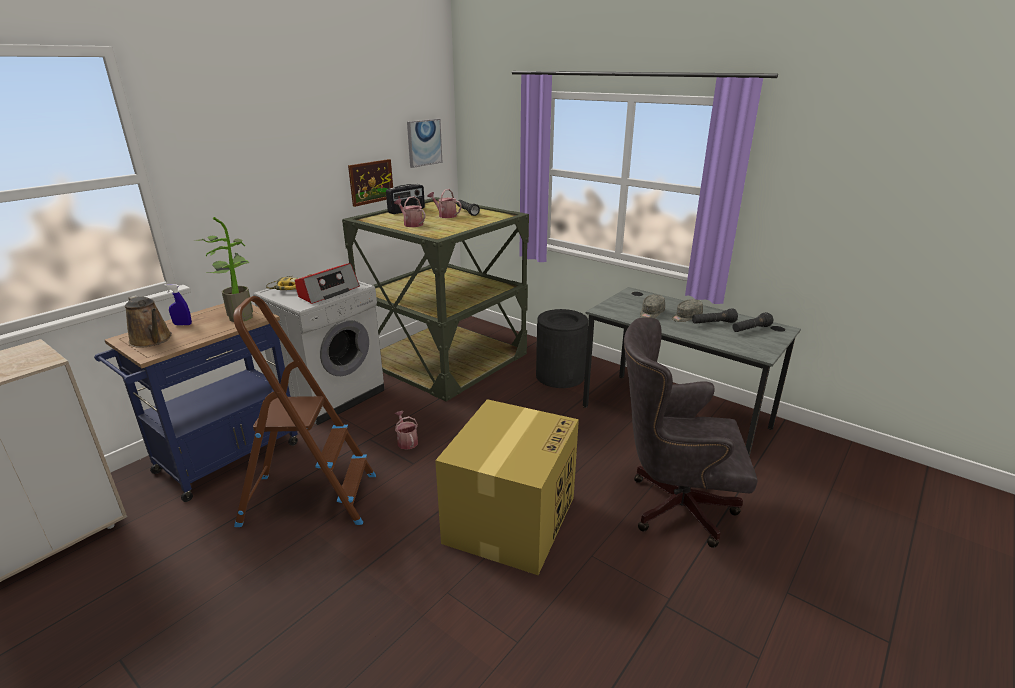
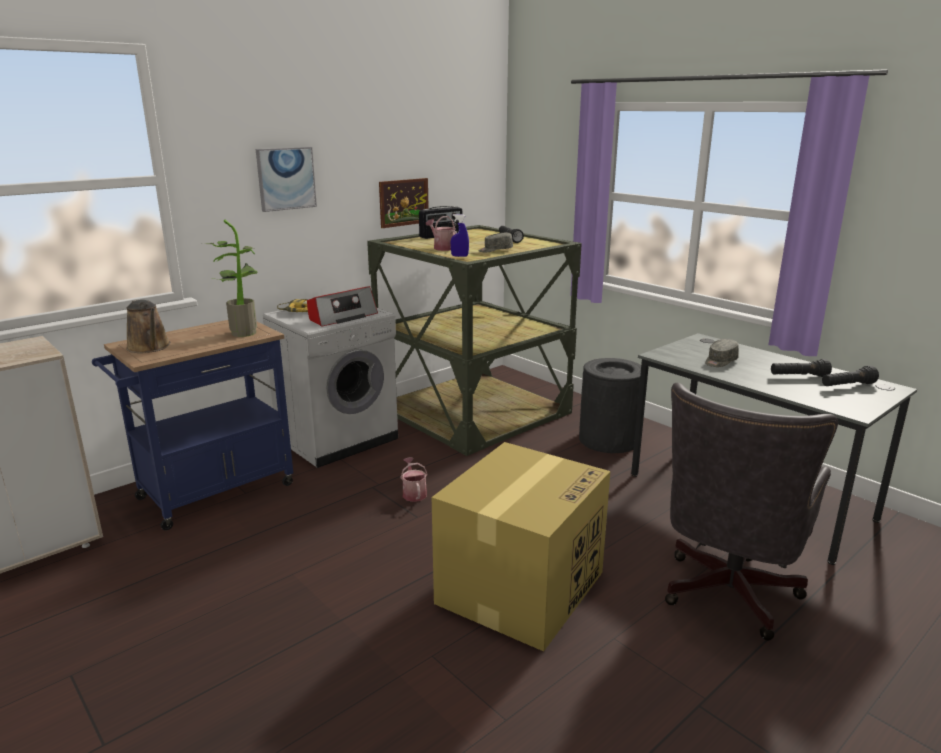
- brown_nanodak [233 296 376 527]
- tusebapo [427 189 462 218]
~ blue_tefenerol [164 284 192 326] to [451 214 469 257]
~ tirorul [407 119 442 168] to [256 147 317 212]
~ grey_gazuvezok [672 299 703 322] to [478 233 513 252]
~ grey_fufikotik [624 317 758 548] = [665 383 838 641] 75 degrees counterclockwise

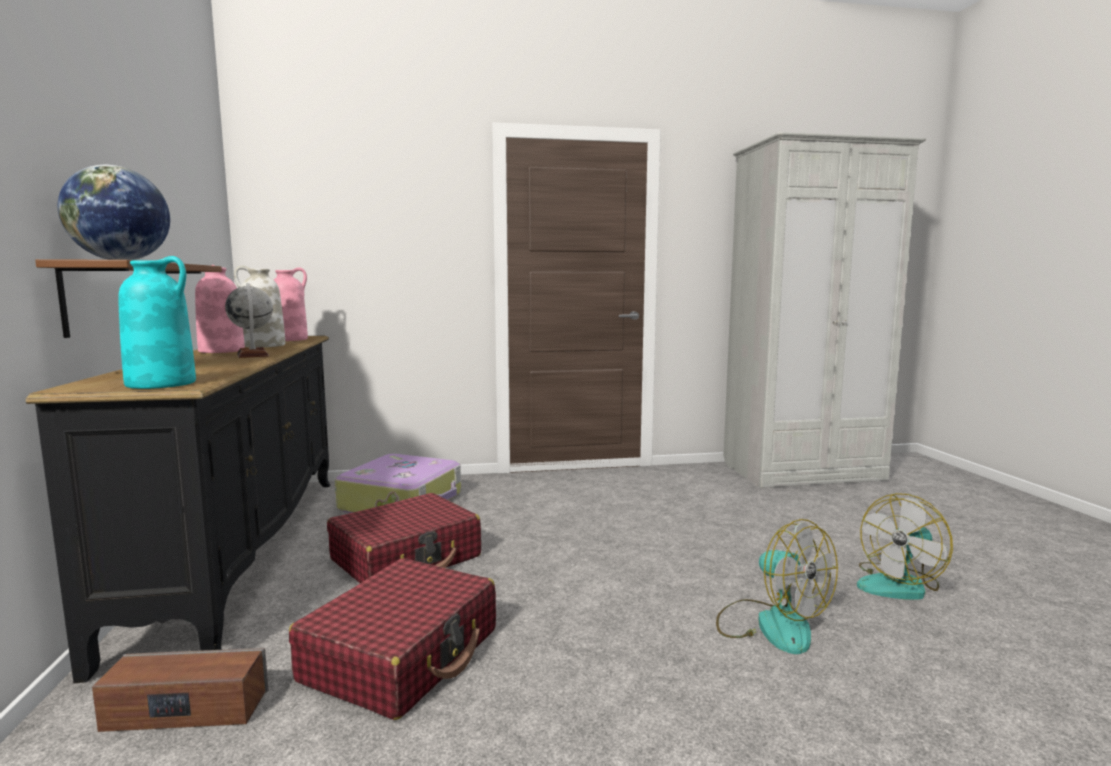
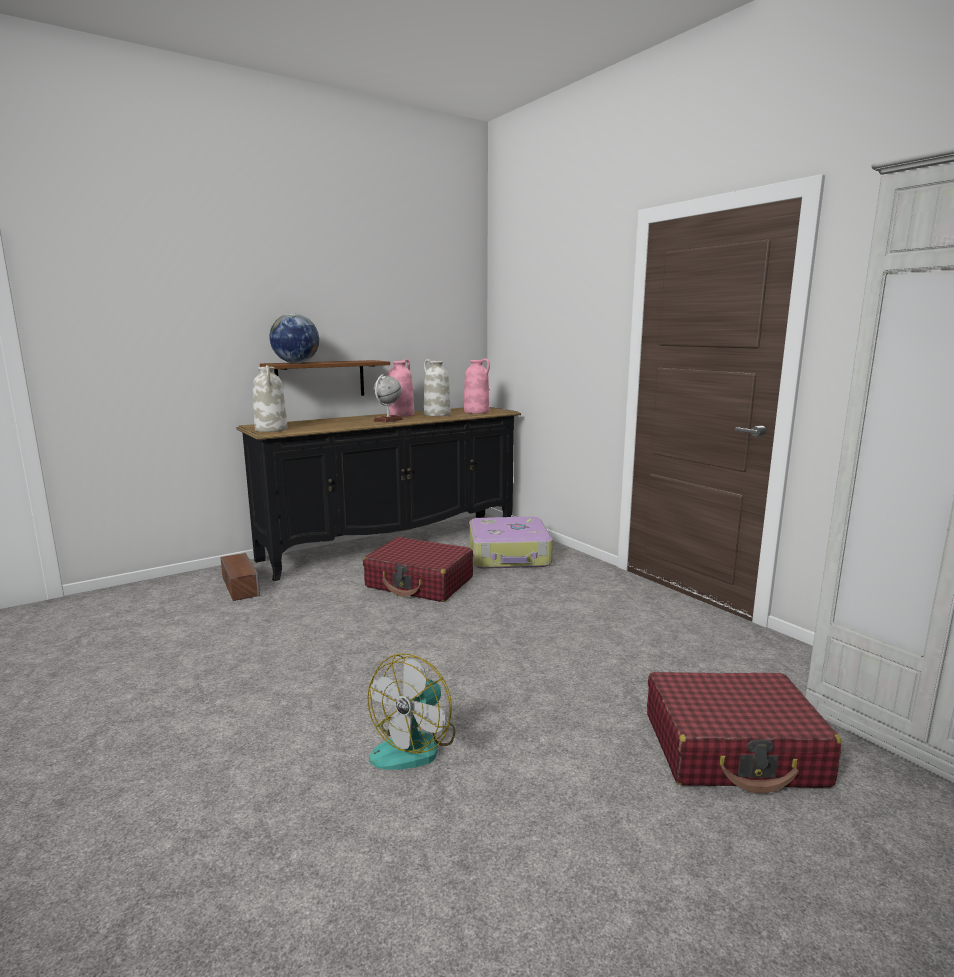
- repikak [857 493 953 600]
~ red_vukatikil [289 558 496 720] to [647 672 842 793]
~ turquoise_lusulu [118 256 196 389] to white_lusulu [253 365 287 432]

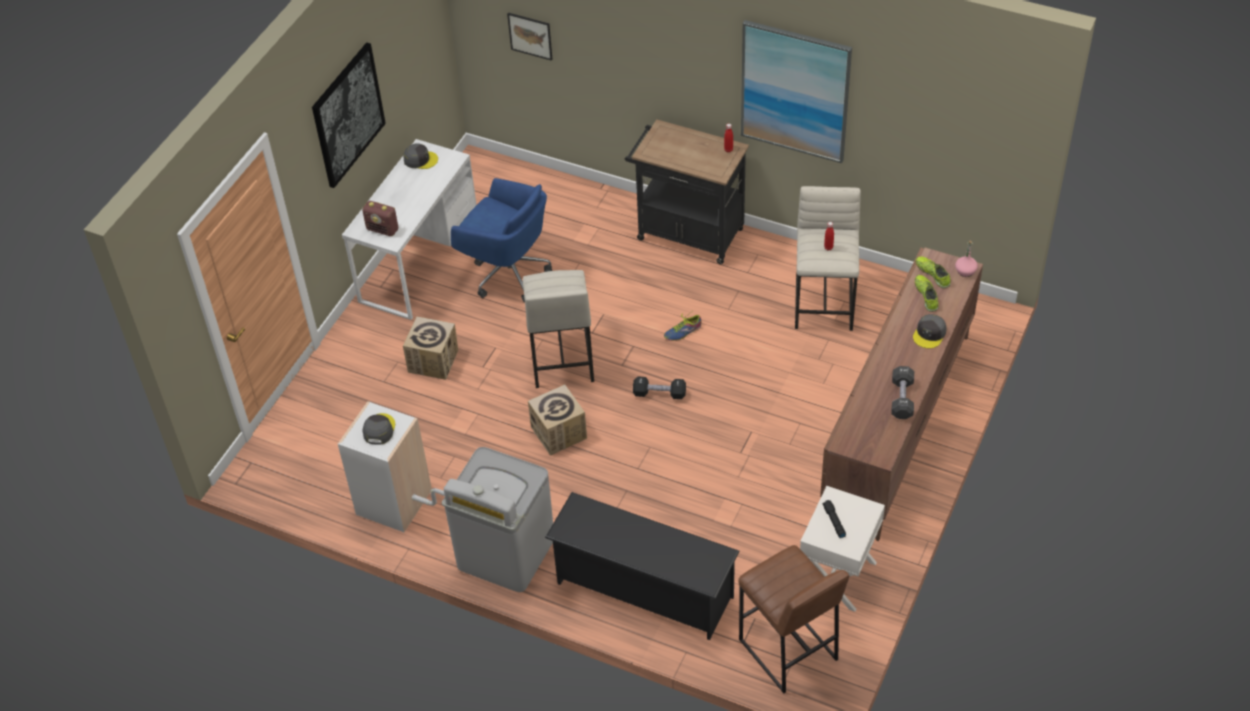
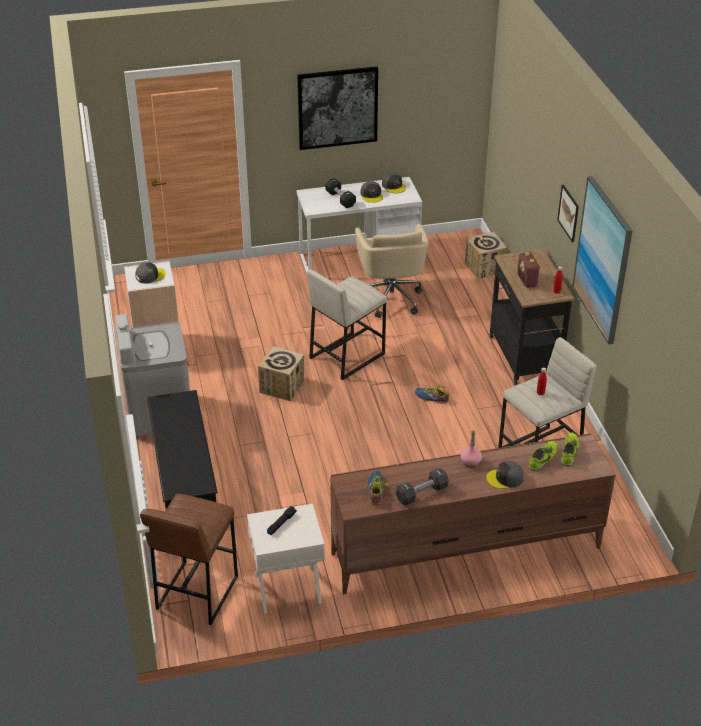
+ grey_gazuvezok [361 181 383 203]
+ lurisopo [367 471 389 505]
~ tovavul [362 201 398 236] to [517 252 541 288]
~ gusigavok [403 317 458 380] to [465 232 508 279]
~ tirorul [507 13 552 61] to [557 185 579 242]
~ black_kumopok [633 376 686 399] to [325 178 356 208]
~ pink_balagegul [955 240 978 277] to [460 430 482 467]
~ blue_fufikotik [451 178 552 303] to beige_fufikotik [355 223 429 318]

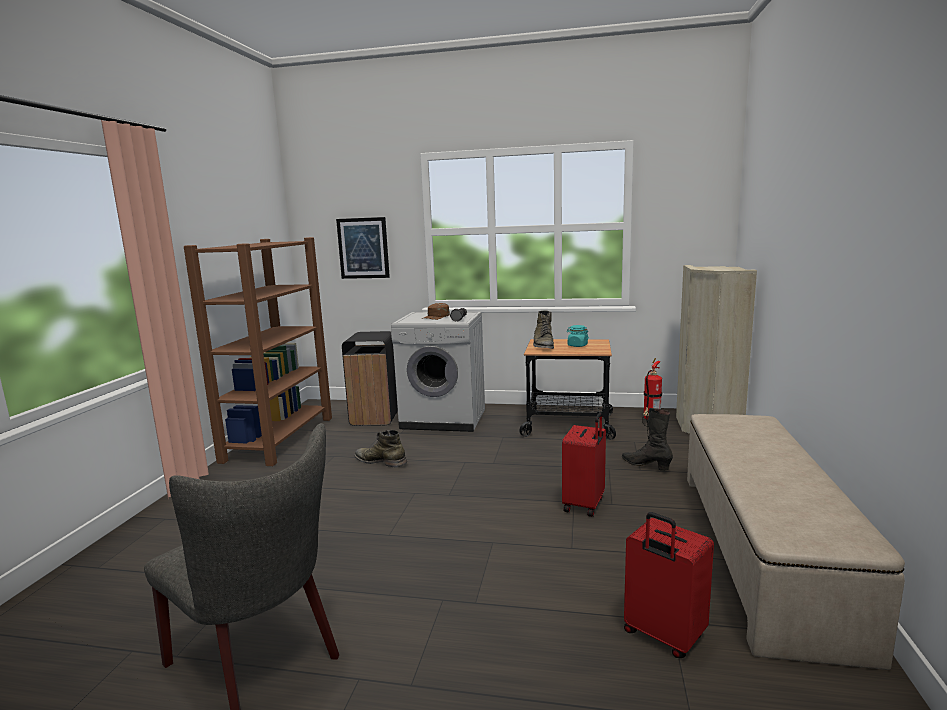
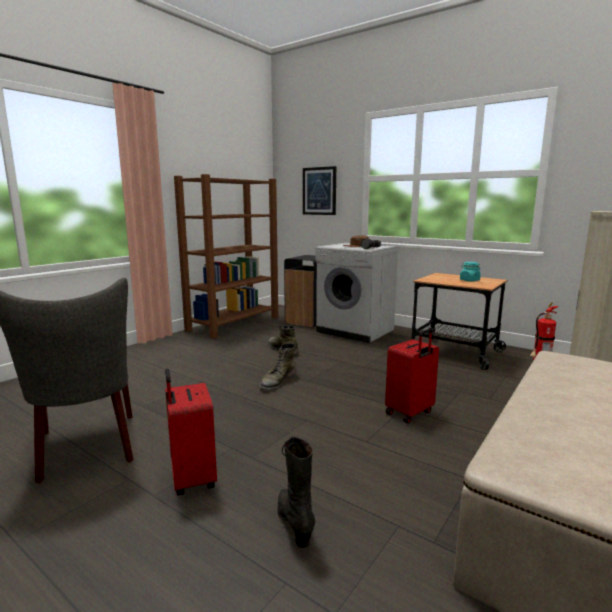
~ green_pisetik [533 310 554 349] to [259 343 295 390]
~ black_pisetik [622 408 673 471] to [278 436 315 548]
~ red_vukatikil [624 512 714 658] to [165 369 217 495]

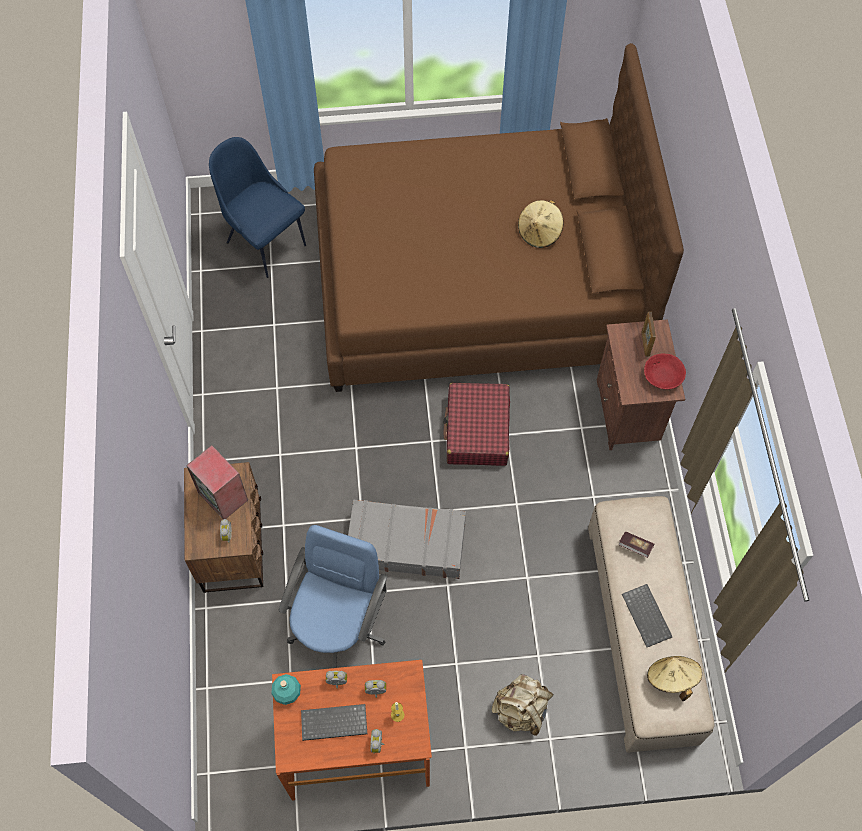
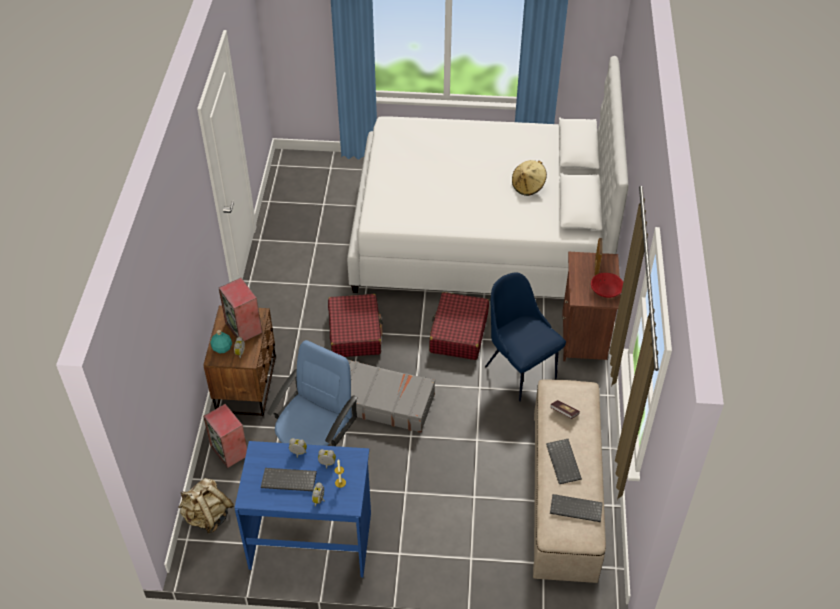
+ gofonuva [203 404 247 468]
+ red_vukatikil [328 294 383 357]
~ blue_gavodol [209 137 306 278] to [485 272 566 402]
~ turquoise_balagegul [272 674 301 705] to [210 330 232 353]
~ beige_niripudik [492 674 554 736] to [178 478 234 534]
~ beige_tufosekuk [647 656 702 701] to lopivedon [550 494 603 522]
~ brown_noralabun [272 660 432 801] to blue_noralabun [235 441 371 577]
~ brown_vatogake [314 43 684 392] to white_vatogake [347 56 628 298]

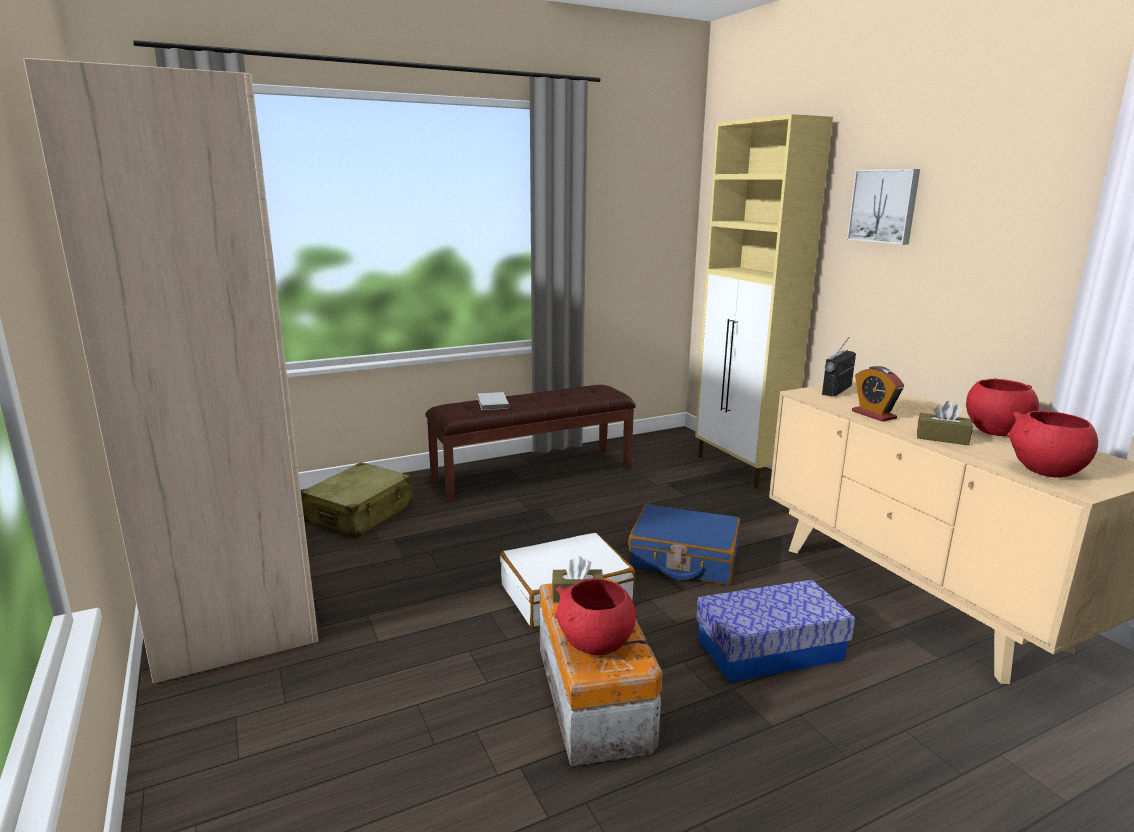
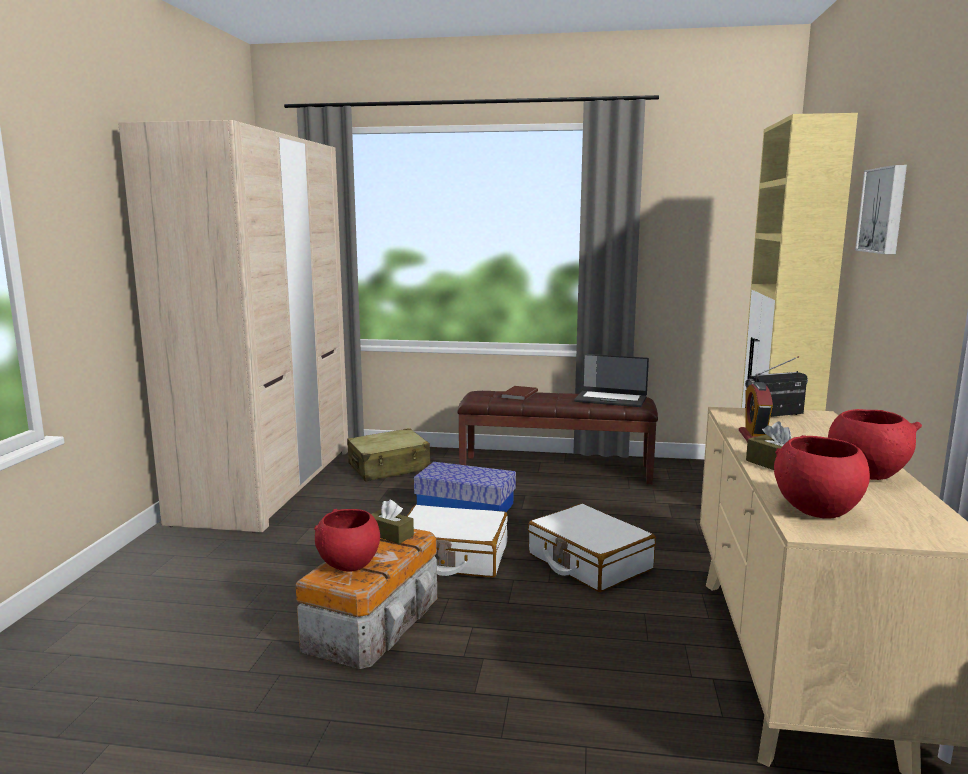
+ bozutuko [574 354 649 407]
~ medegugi [696 580 855 682] to [414 462 516 512]
~ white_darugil [477 392 510 410] to brown_darugil [502 386 538 401]
~ blue_vukatikil [628 504 741 585] to white_vukatikil [528 504 656 592]

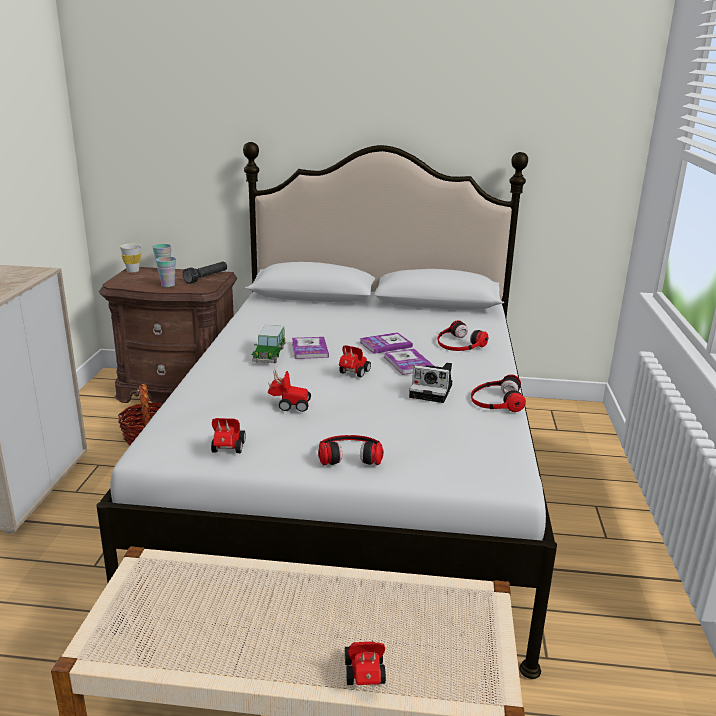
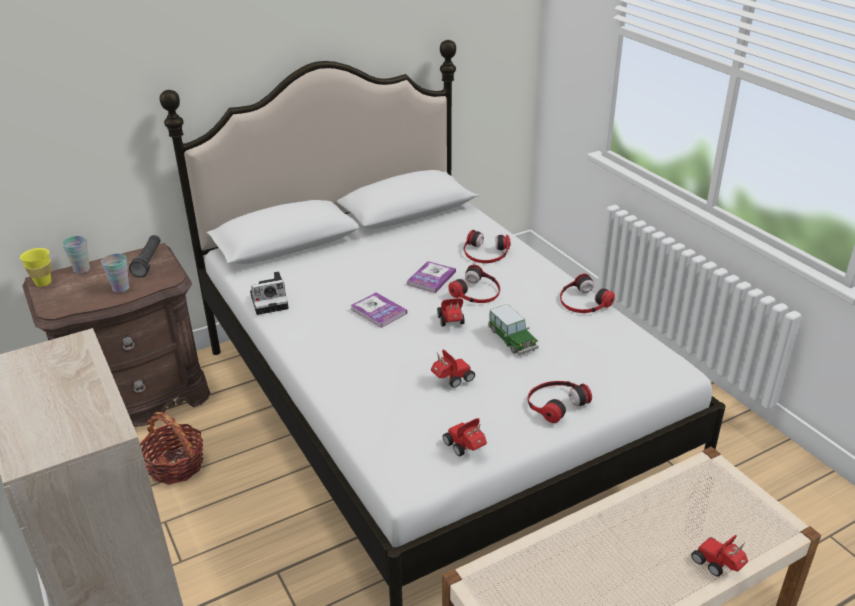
~ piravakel [251 325 286 364] to [488 304 539 355]
~ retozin [409 363 453 403] to [250 272 289 315]
~ darugil [384 349 434 375] to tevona [448 265 500 303]
~ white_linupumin [120 244 141 273] to yellow_linupumin [20 248 51 287]

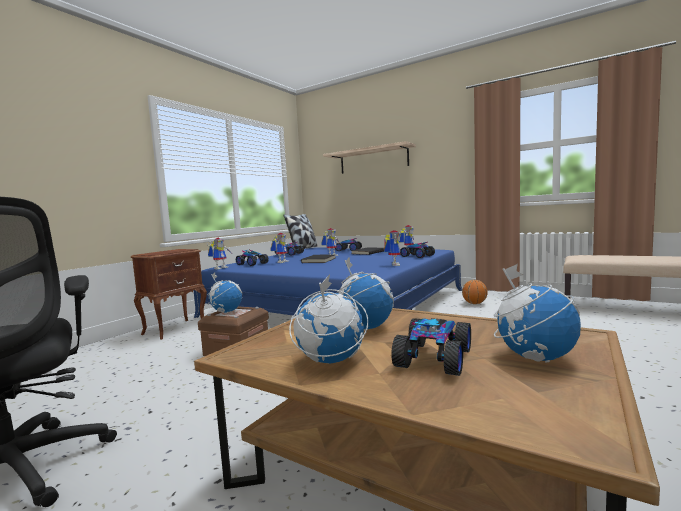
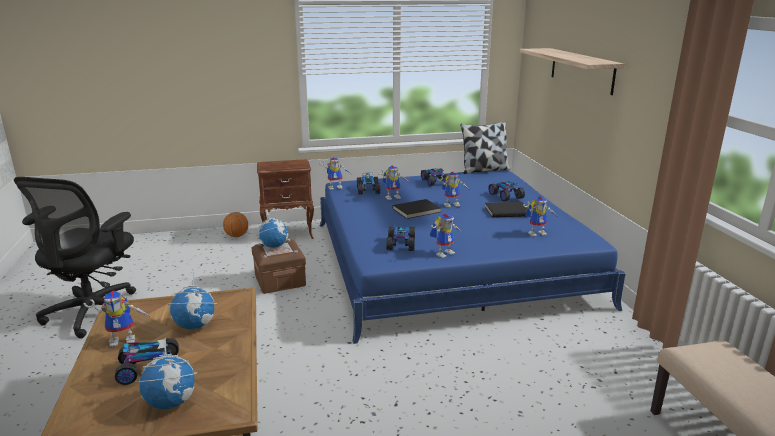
~ piravakel [400 242 435 258] to [387 227 415 251]
~ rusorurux [462 280 488 304] to [223 212 249 237]
~ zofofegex [289 275 368 364] to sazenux [84 291 151 347]

